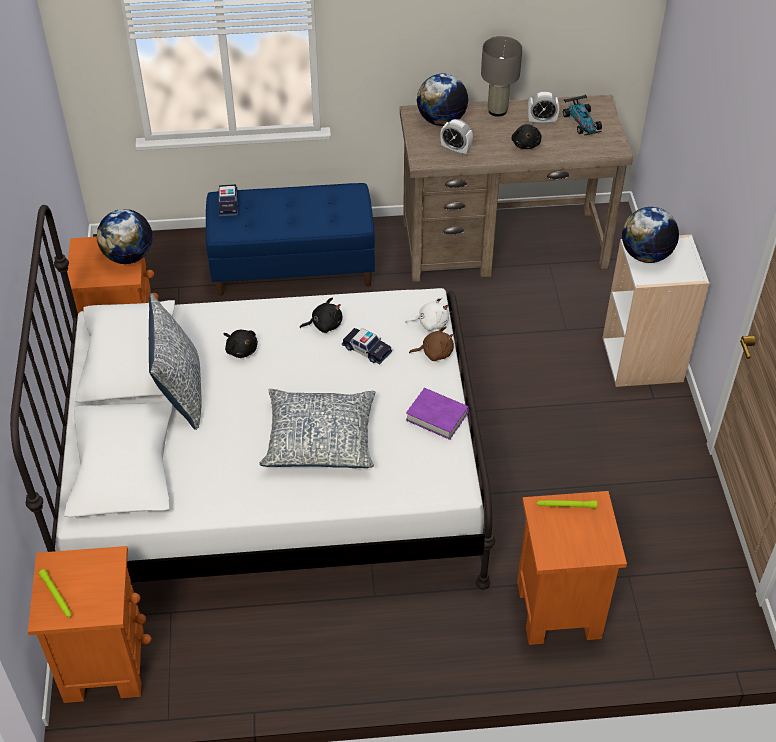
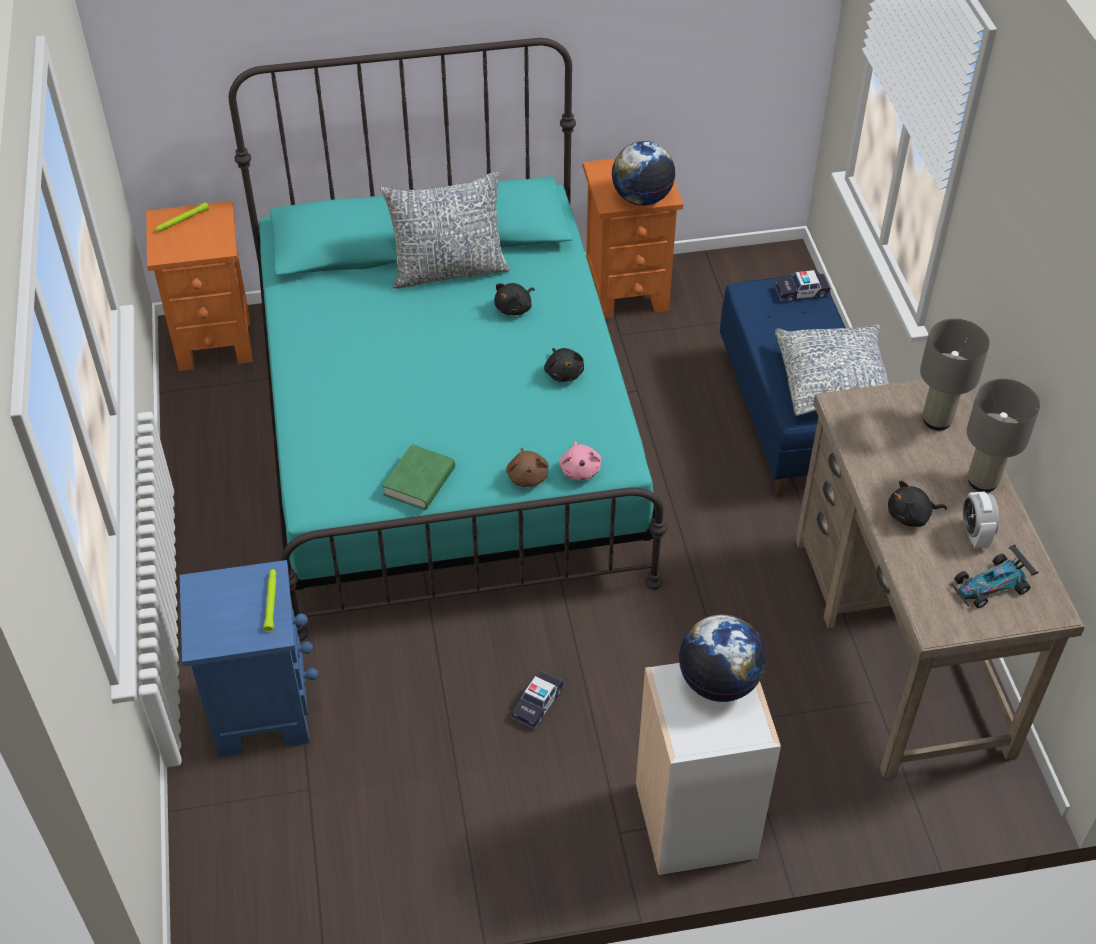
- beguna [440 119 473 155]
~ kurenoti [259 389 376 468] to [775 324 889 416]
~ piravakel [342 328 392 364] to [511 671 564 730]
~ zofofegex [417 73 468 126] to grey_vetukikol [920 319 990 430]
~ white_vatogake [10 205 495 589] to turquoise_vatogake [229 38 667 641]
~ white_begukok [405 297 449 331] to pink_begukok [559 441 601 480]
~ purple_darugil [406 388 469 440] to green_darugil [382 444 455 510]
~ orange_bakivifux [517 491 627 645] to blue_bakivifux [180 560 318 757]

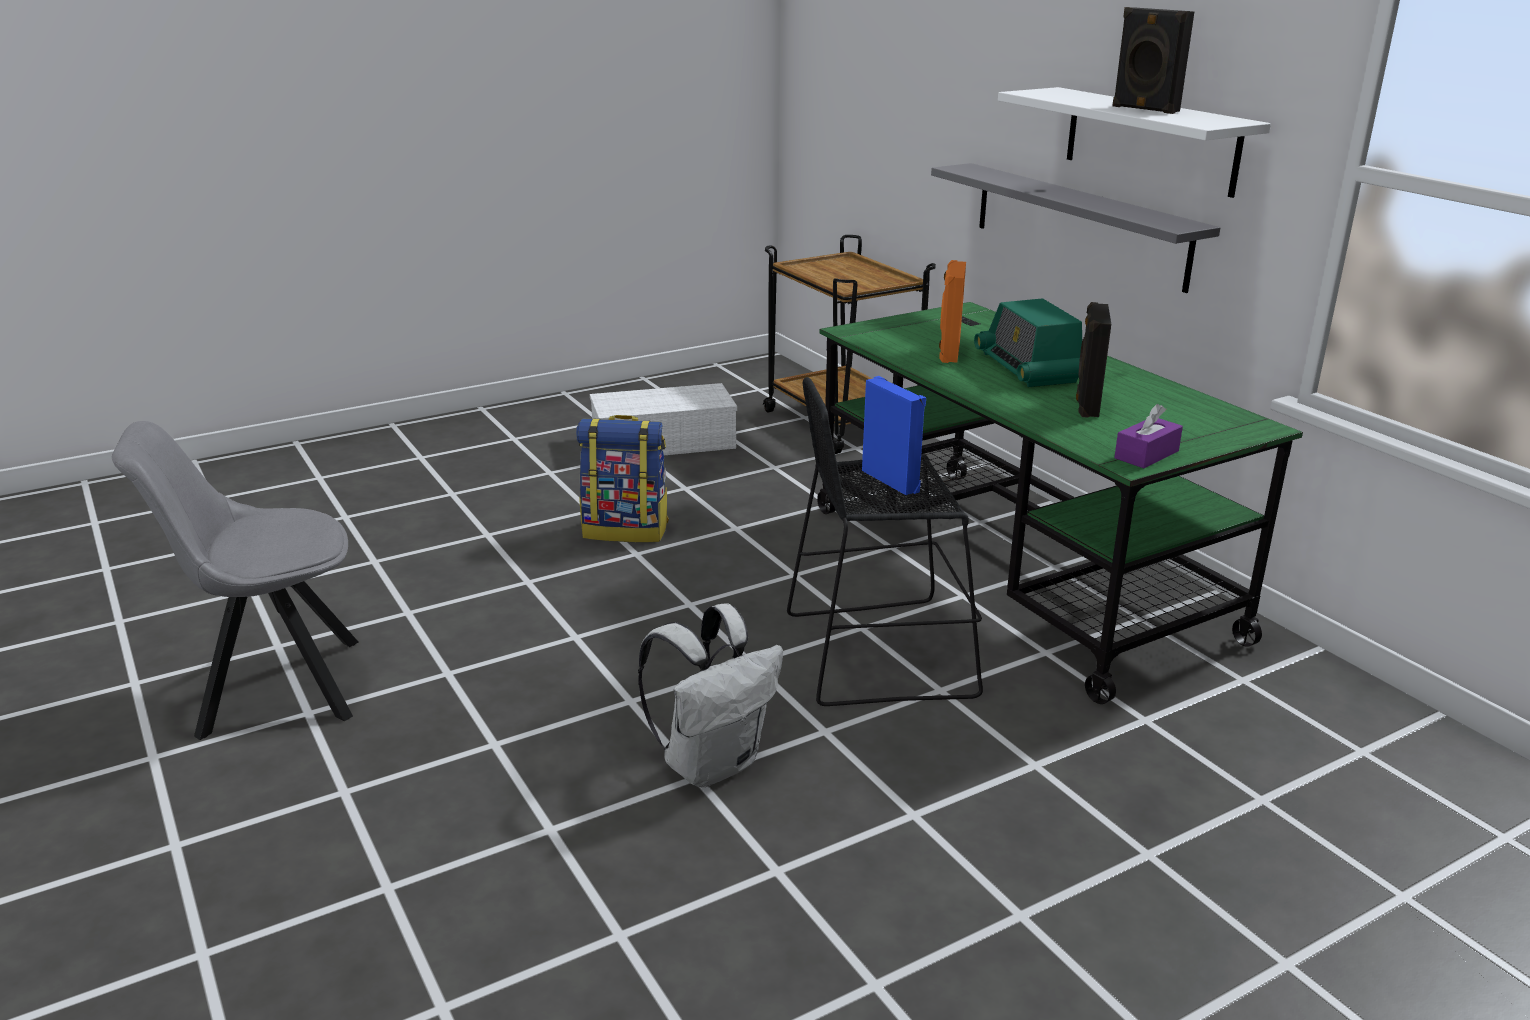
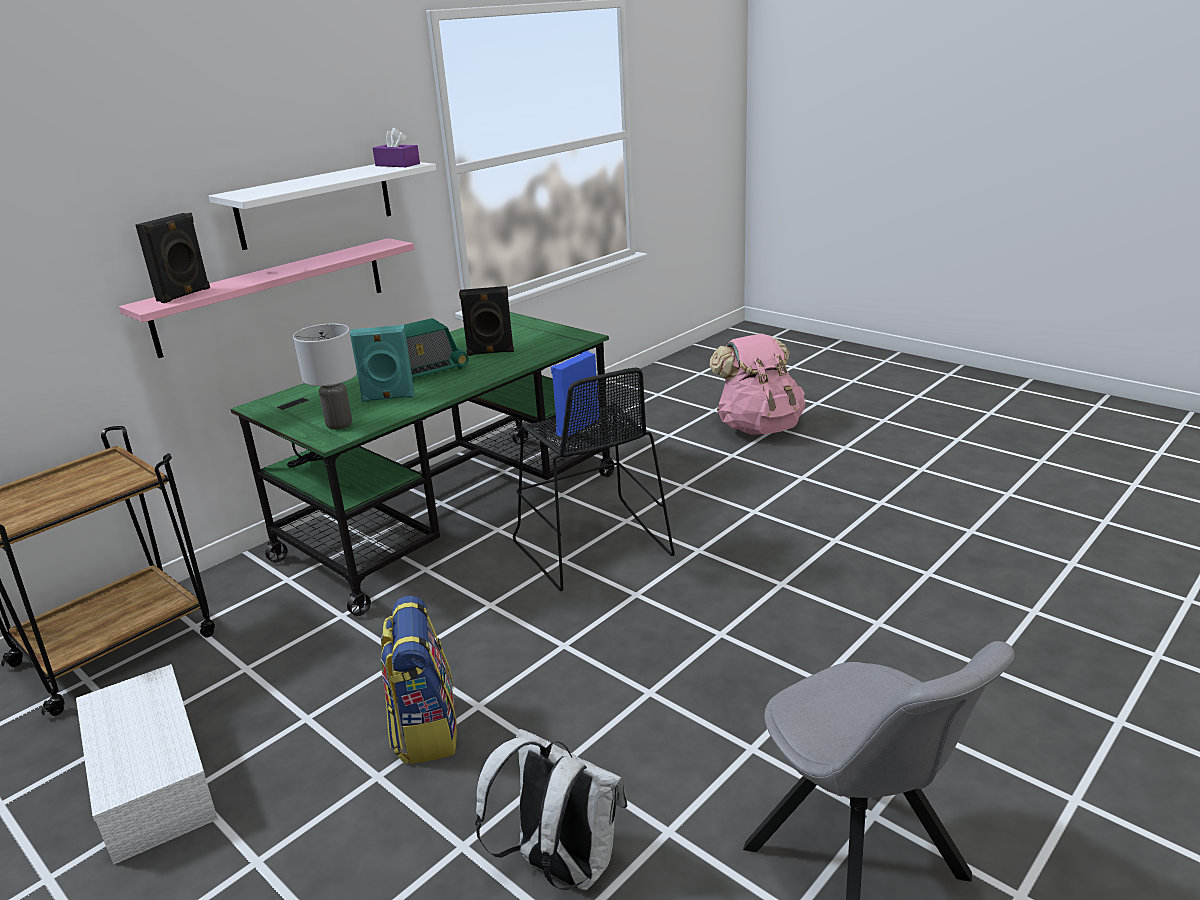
+ white_vetukikol [293 323 357 430]
+ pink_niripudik [709 333 805 435]
~ white_niripudik [638 603 783 787] to [475 729 627 890]
~ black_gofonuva [1112 7 1195 114] to [135 213 210 303]
~ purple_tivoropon [1114 404 1183 468] to [373 128 420 167]
~ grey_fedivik [931 163 1221 293] to pink_fedivik [119 238 414 358]
~ orange_gofonuva [939 260 966 363] to turquoise_gofonuva [350 325 415 402]

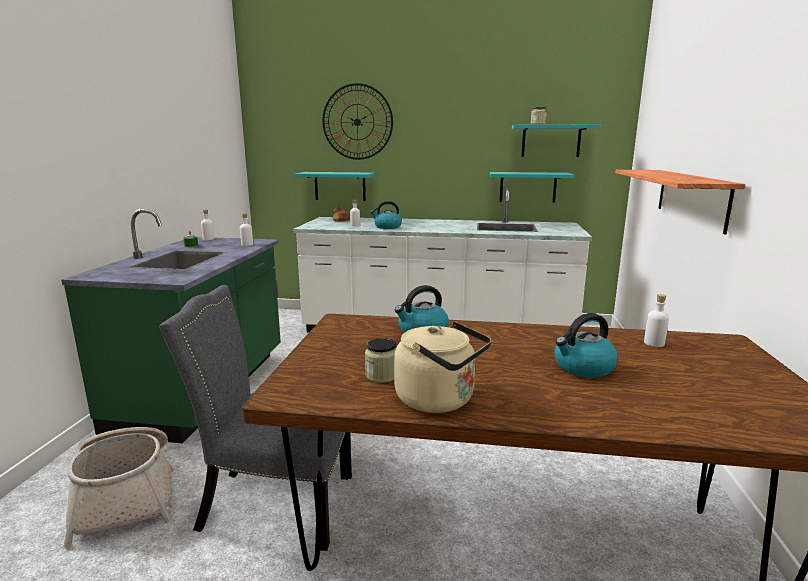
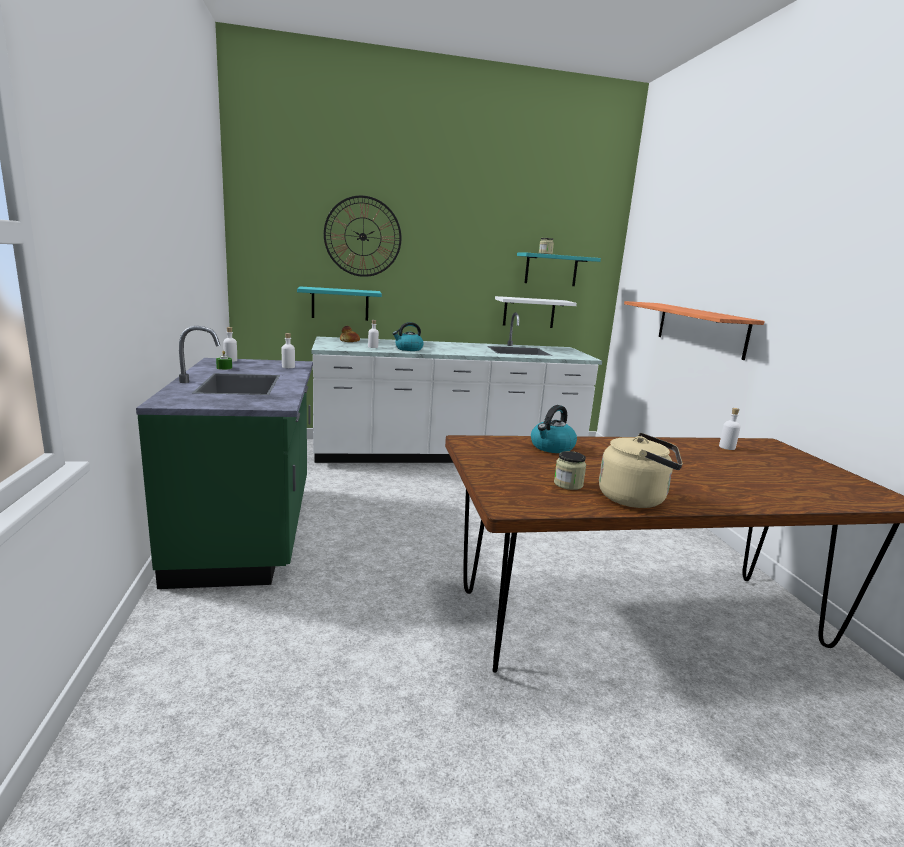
- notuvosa [63 427 174 548]
- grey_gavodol [159 285 348 551]
- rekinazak [554 313 618 378]
~ turquoise_fedivik [490 172 574 203] to white_fedivik [495 296 577 328]

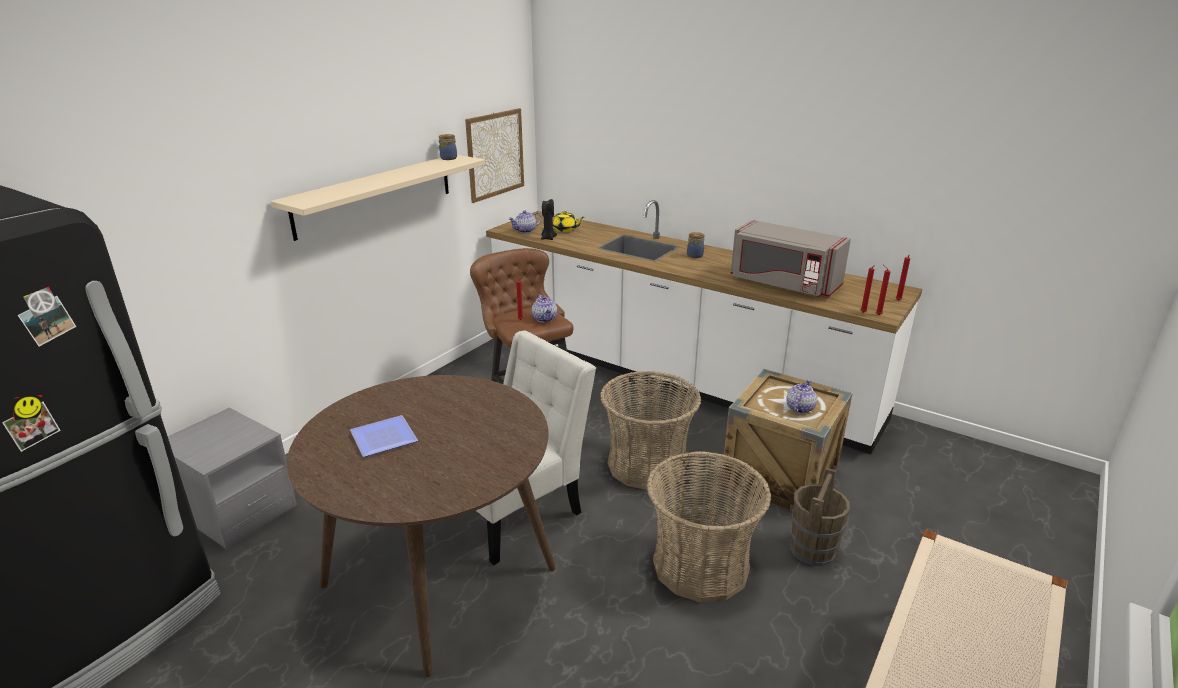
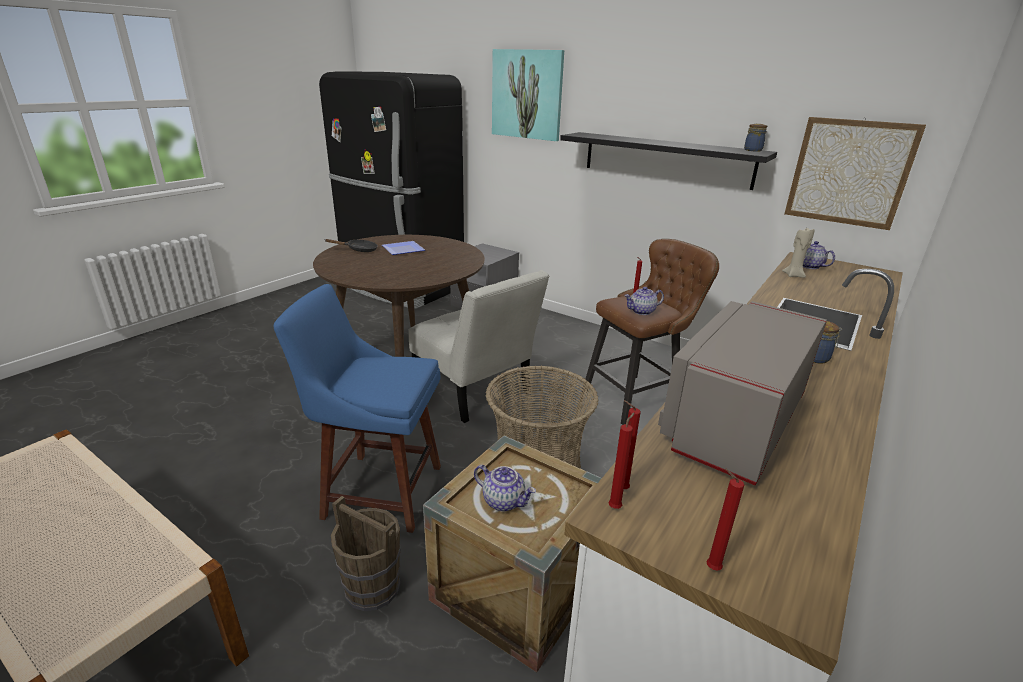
- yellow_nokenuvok [553 211 584 232]
+ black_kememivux [324 239 378 252]
+ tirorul [492 49 564 141]
~ notuvosa [646 451 771 603] to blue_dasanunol [274 284 441 533]
~ beige_fedivik [270 155 485 241] to black_fedivik [560 132 777 190]
~ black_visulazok [541 199 557 240] to beige_visulazok [782 228 814 278]

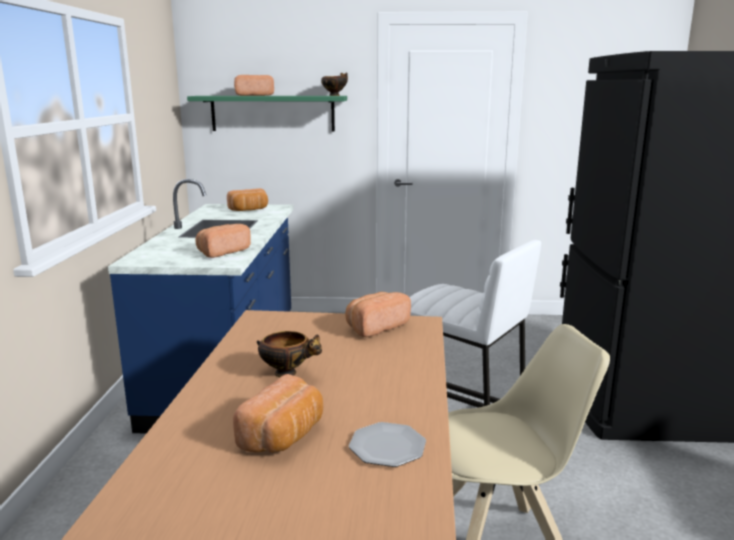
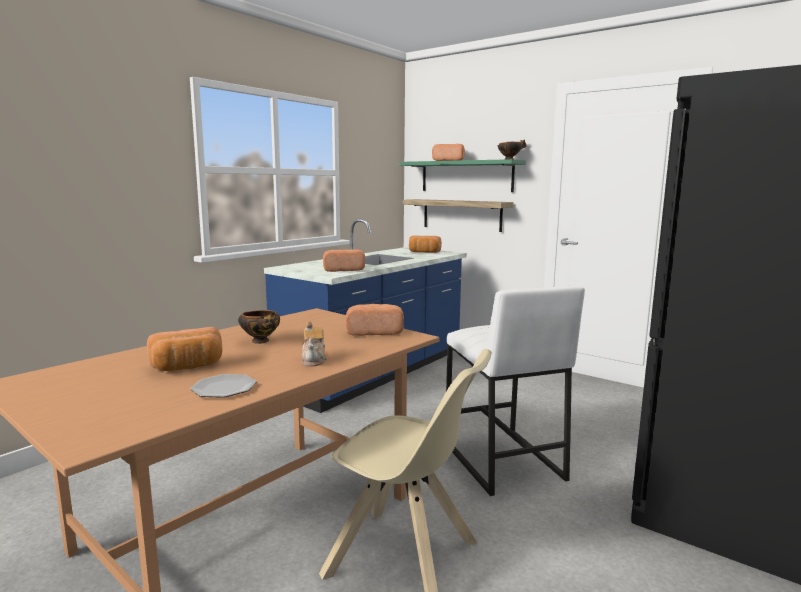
+ nokenuvok [302 322 327 366]
+ fedivik [403 199 514 232]

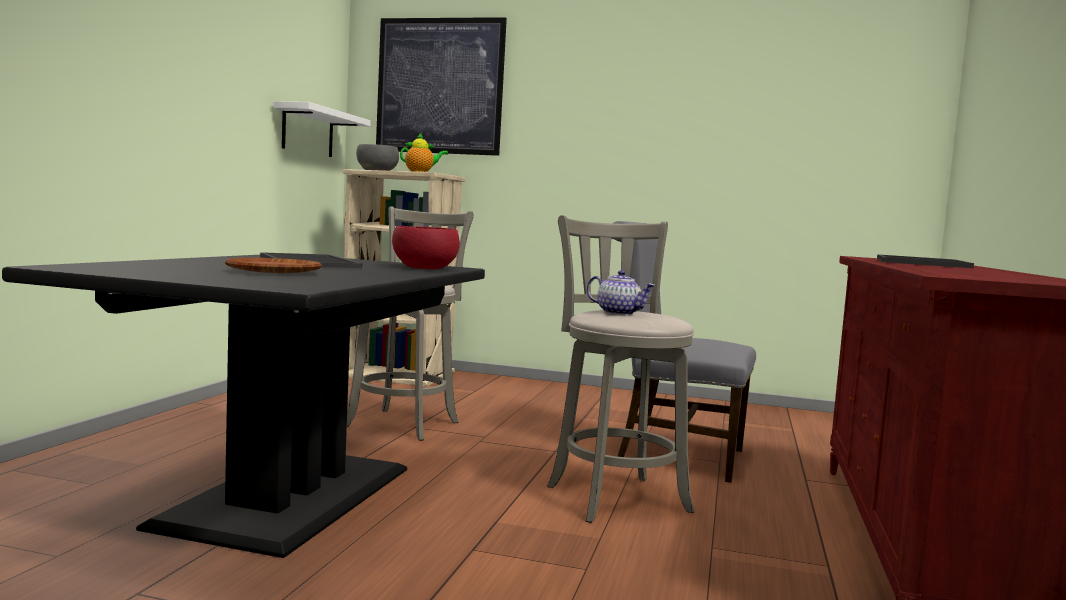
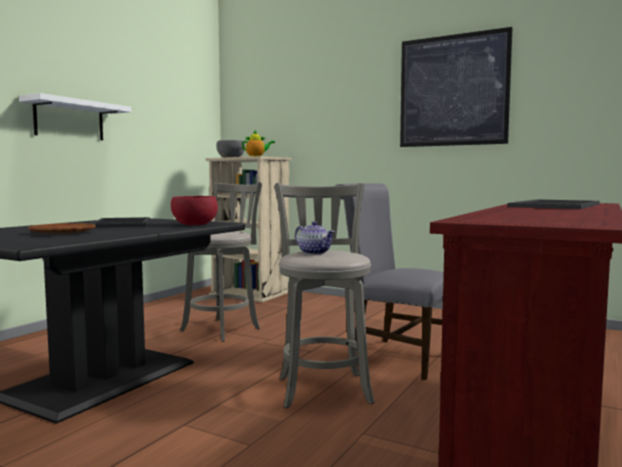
~ white_fedivik [273 101 371 157] to [19 93 131 140]
~ tirorul [376 17 507 156] to [400 27 513 147]

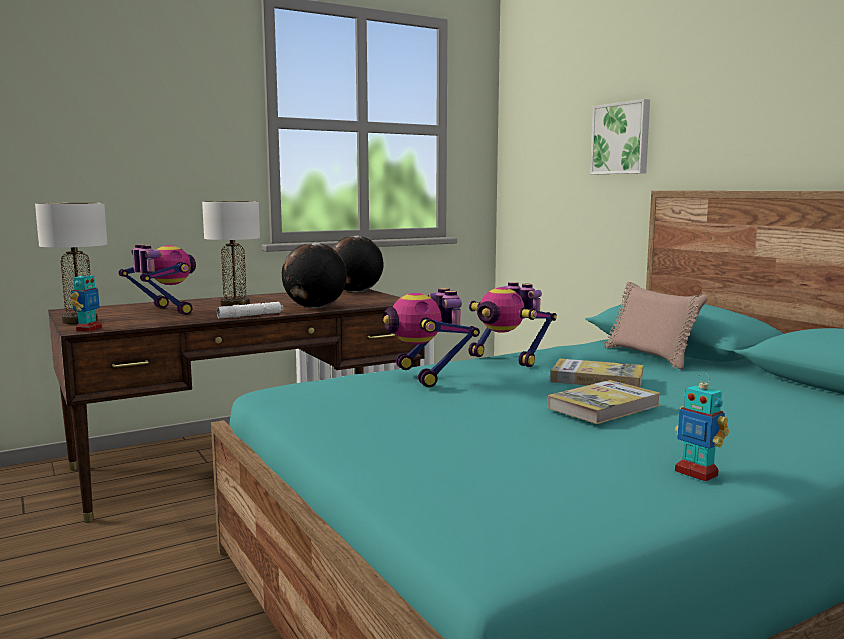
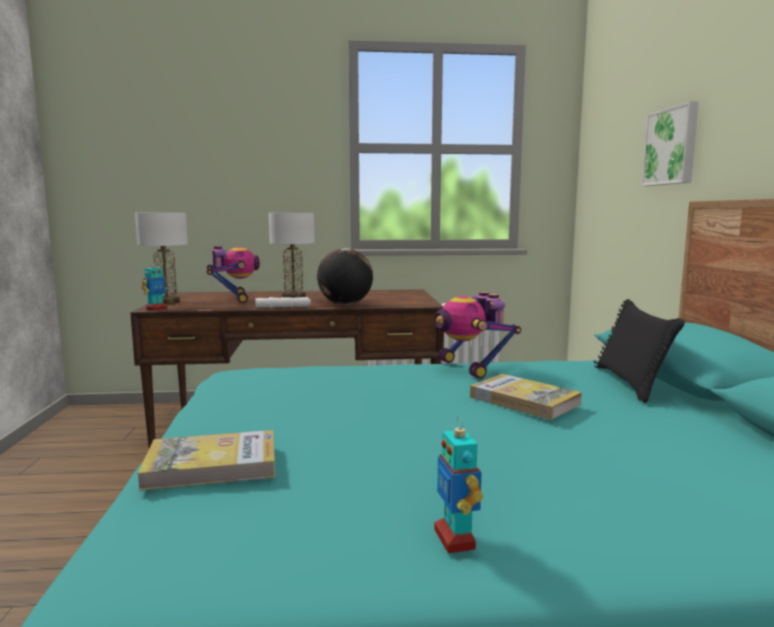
- zofofegex [332 236 383 292]
- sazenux [383 288 480 388]
~ darugil [548 380 661 424] to [137 430 275 491]
~ beige_kurenoti [605 282 708 369] to black_kurenoti [593 299 685 403]

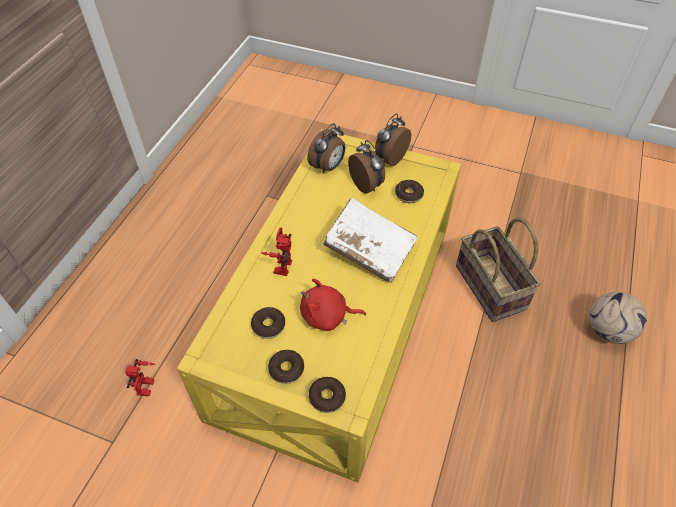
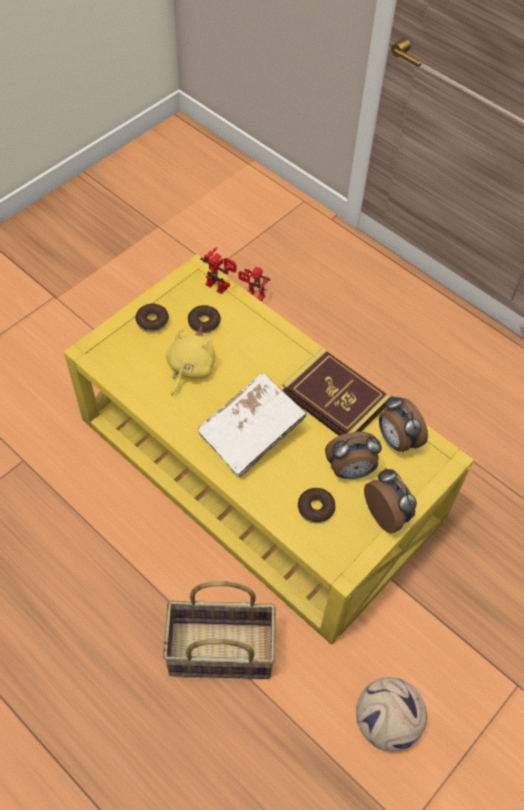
- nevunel [309 377 346 413]
+ darugil [282 348 390 436]
~ sazenux [261 227 292 276] to [200 247 237 294]
~ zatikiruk [589 291 647 344] to [356 677 427 752]
~ red_begukok [300 279 366 331] to yellow_begukok [166 326 216 396]

